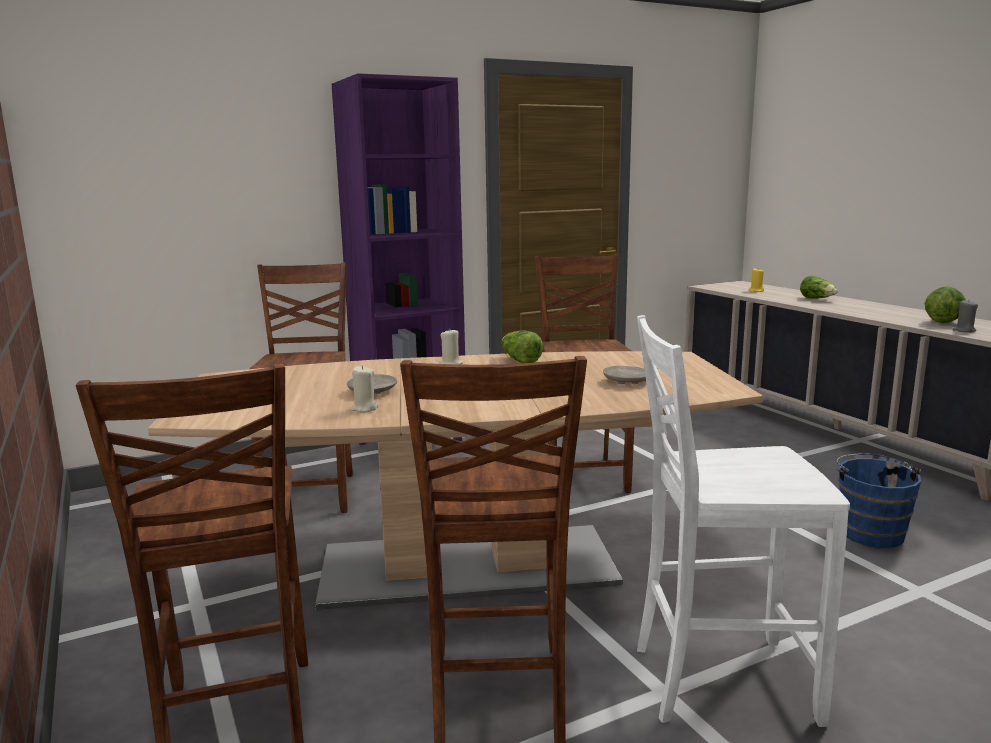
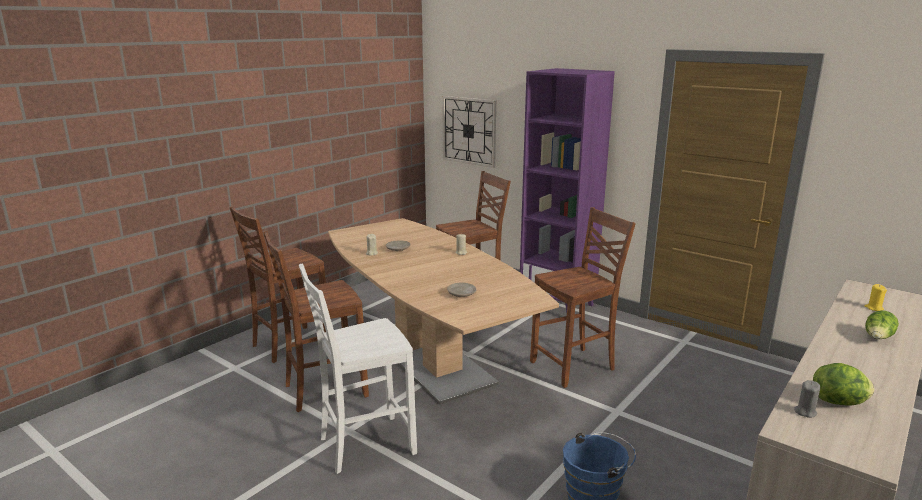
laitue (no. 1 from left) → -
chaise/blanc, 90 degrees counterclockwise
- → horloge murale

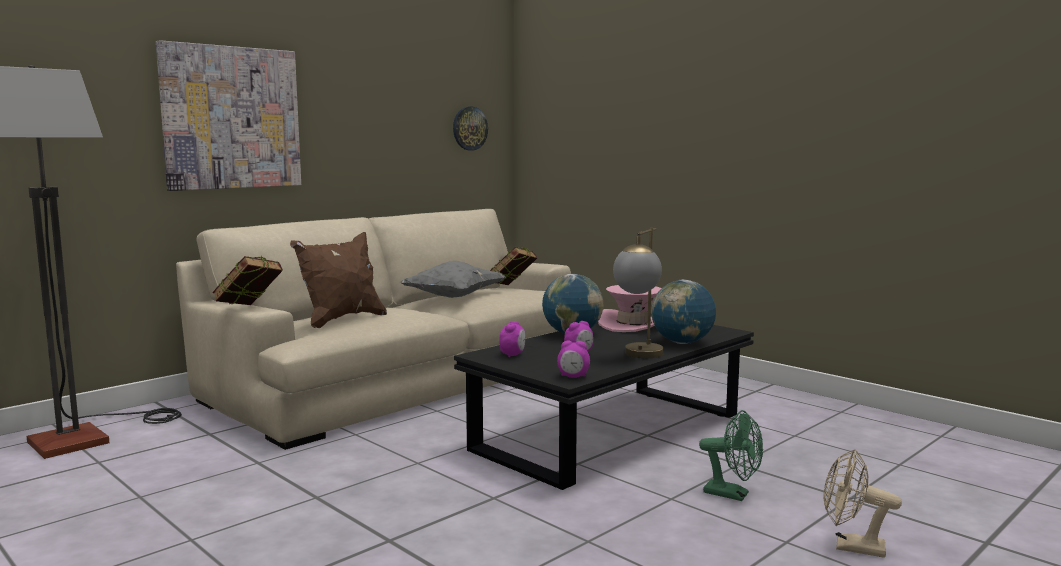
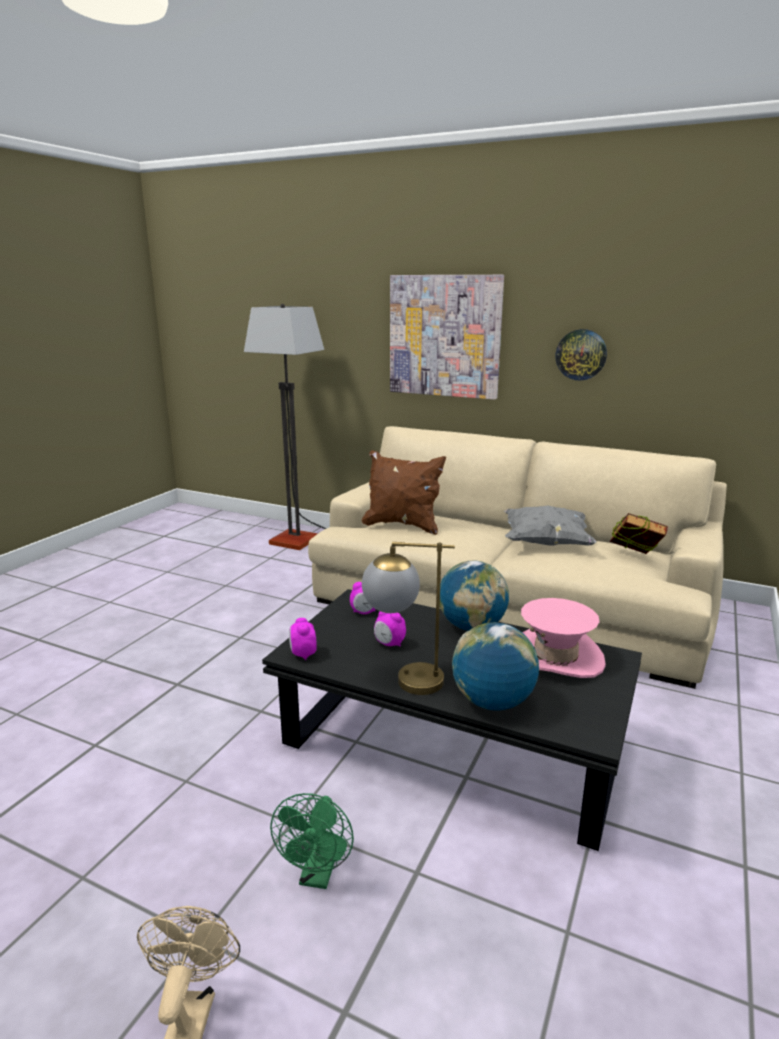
livre (no. 1 from left) → -
horloge murale, relocated

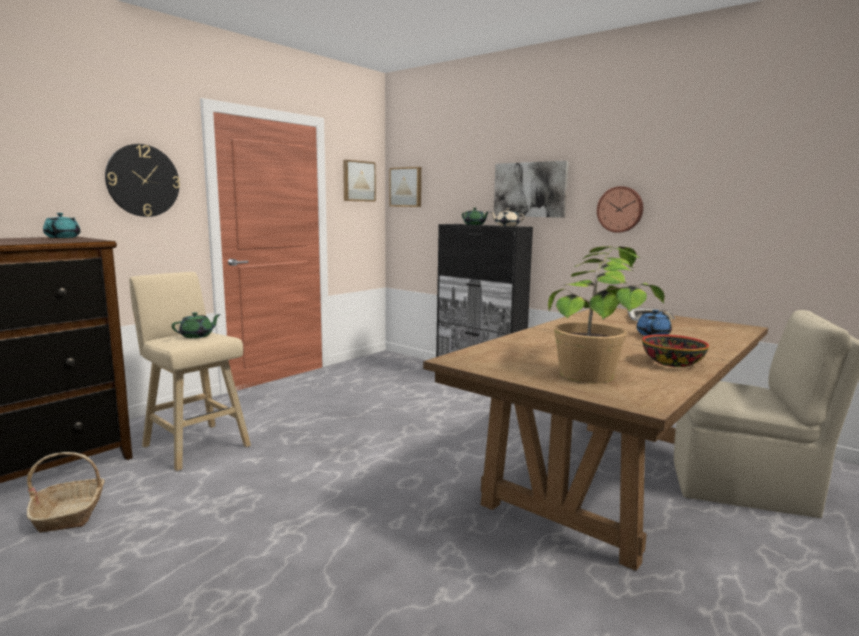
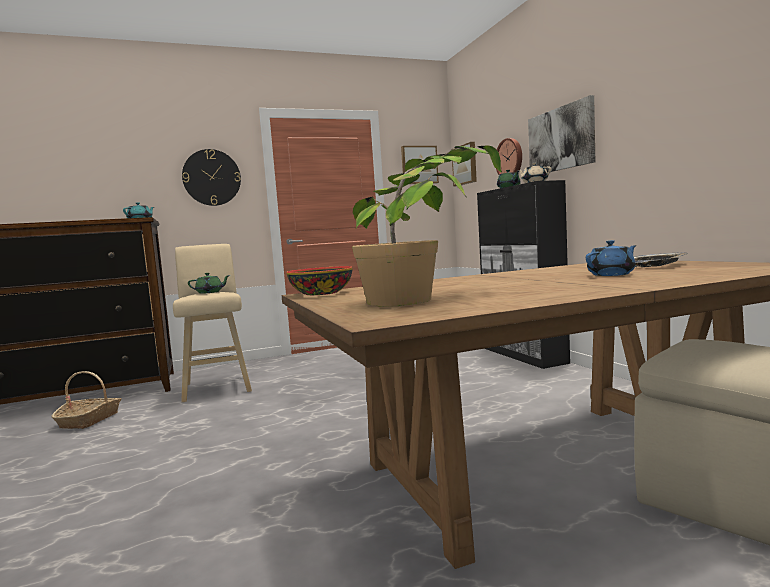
horloge murale (no. 2 from left), relocated
bol, relocated

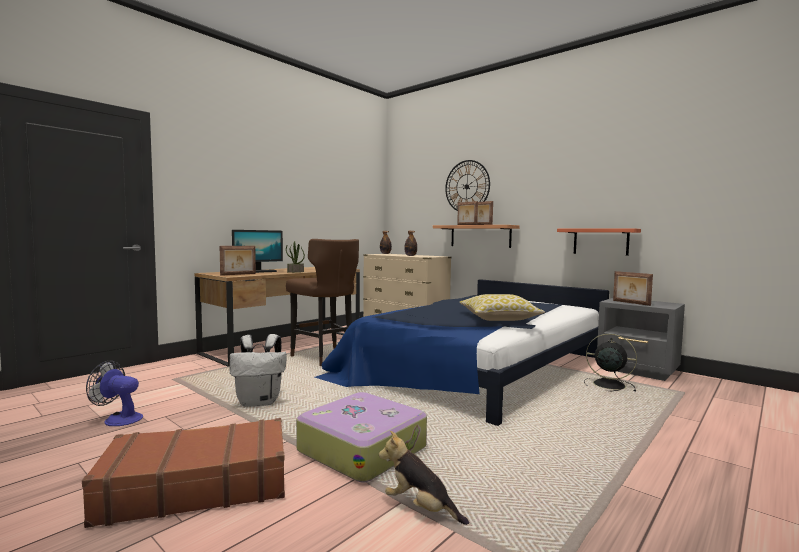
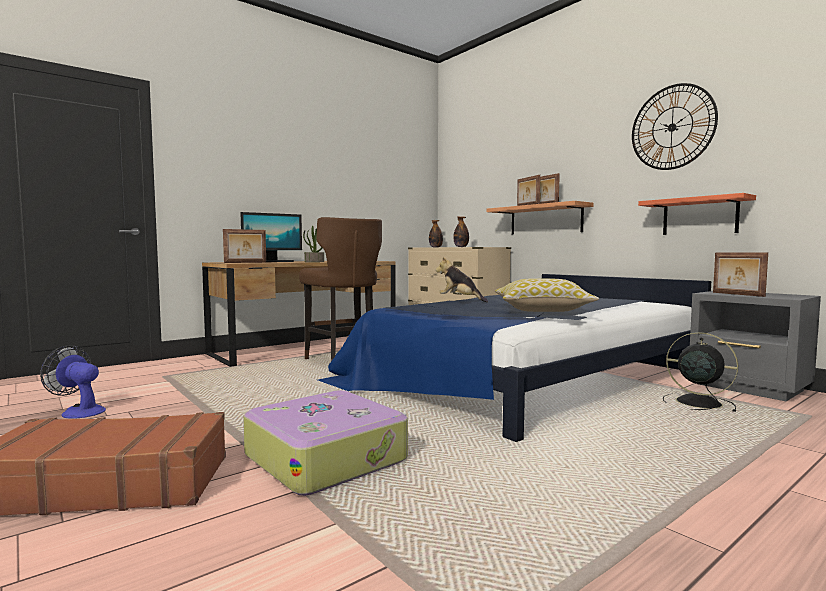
sac à dos/blanc → -
peluche, relocated
horloge murale, relocated

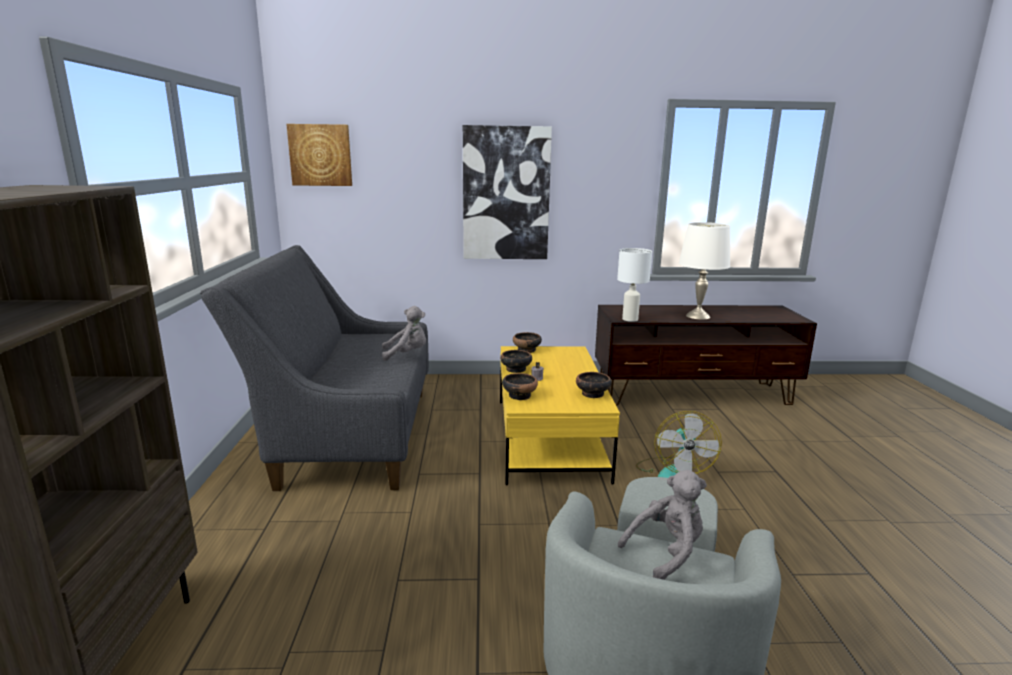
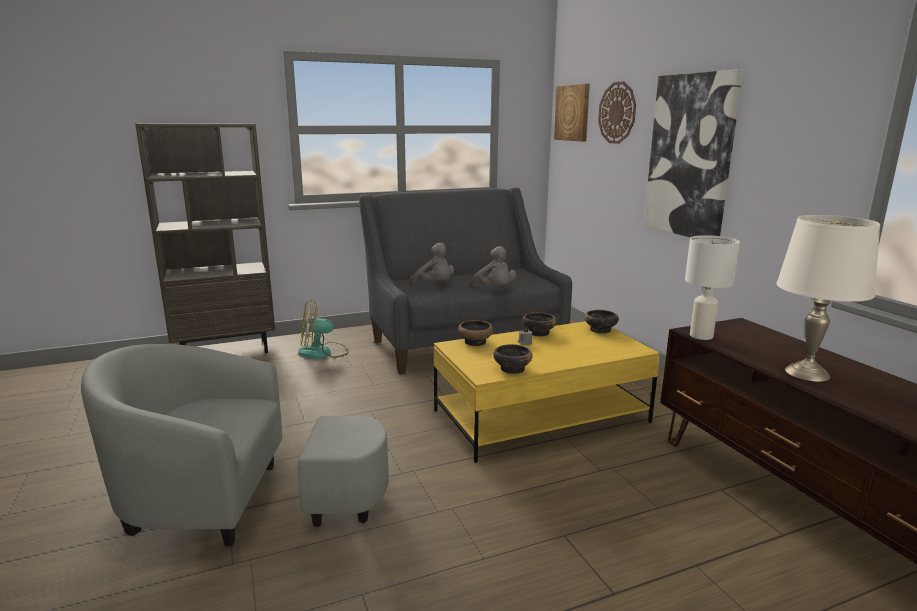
peluche/gris (no. 2 from left in the first image) → peluche/gris (no. 1 from left), relocated
ventilateur, relocated
- → horloge murale

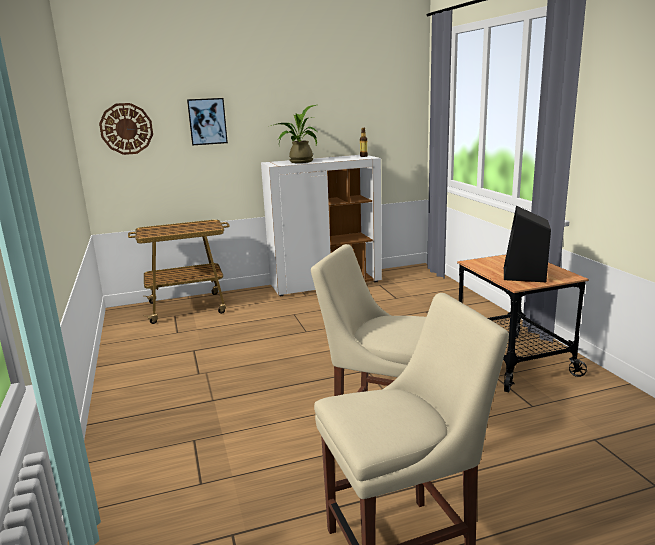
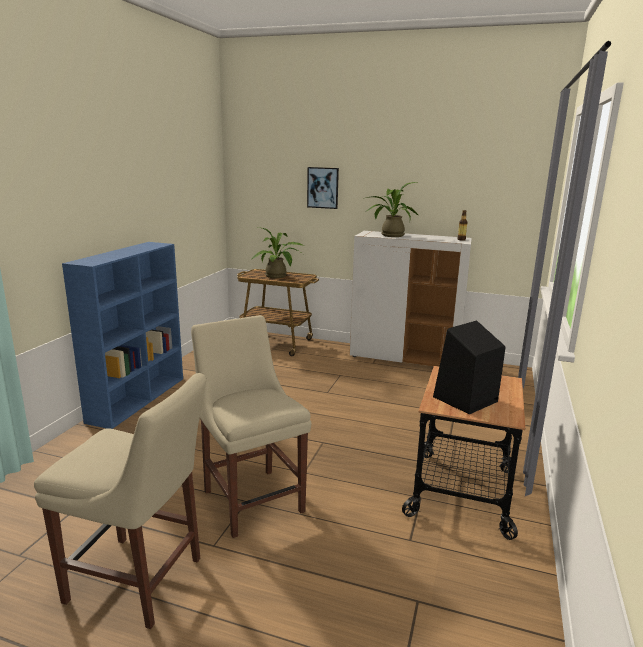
horloge murale → -
- → bibliothèque/bleu
- → plante en pot (no. 1 from left)

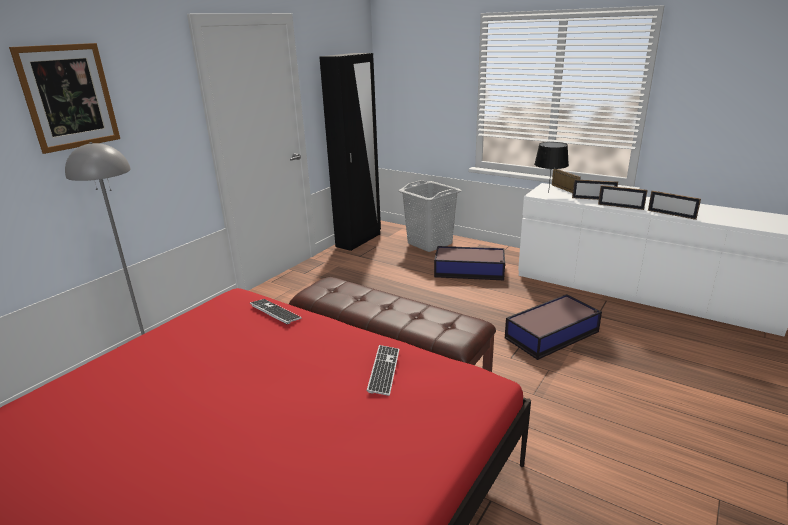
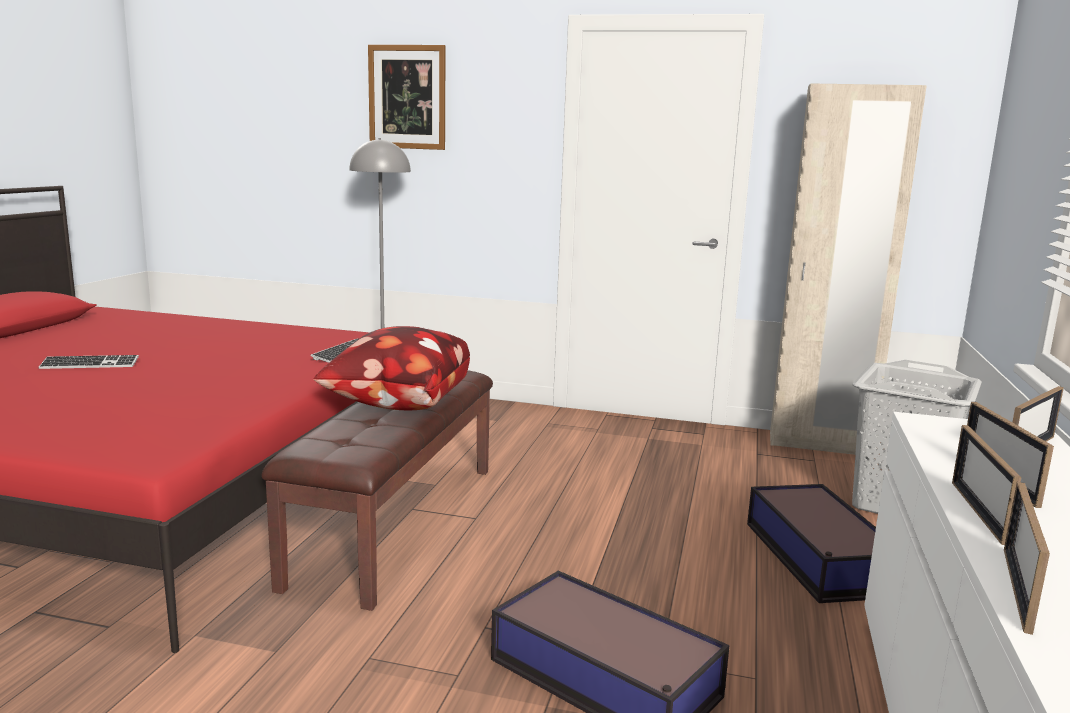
armoire/noir → armoire/beige
clavier (no. 2 from left in the first image) → clavier (no. 1 from left), relocated
lampe de table/noir → -
- → coussin

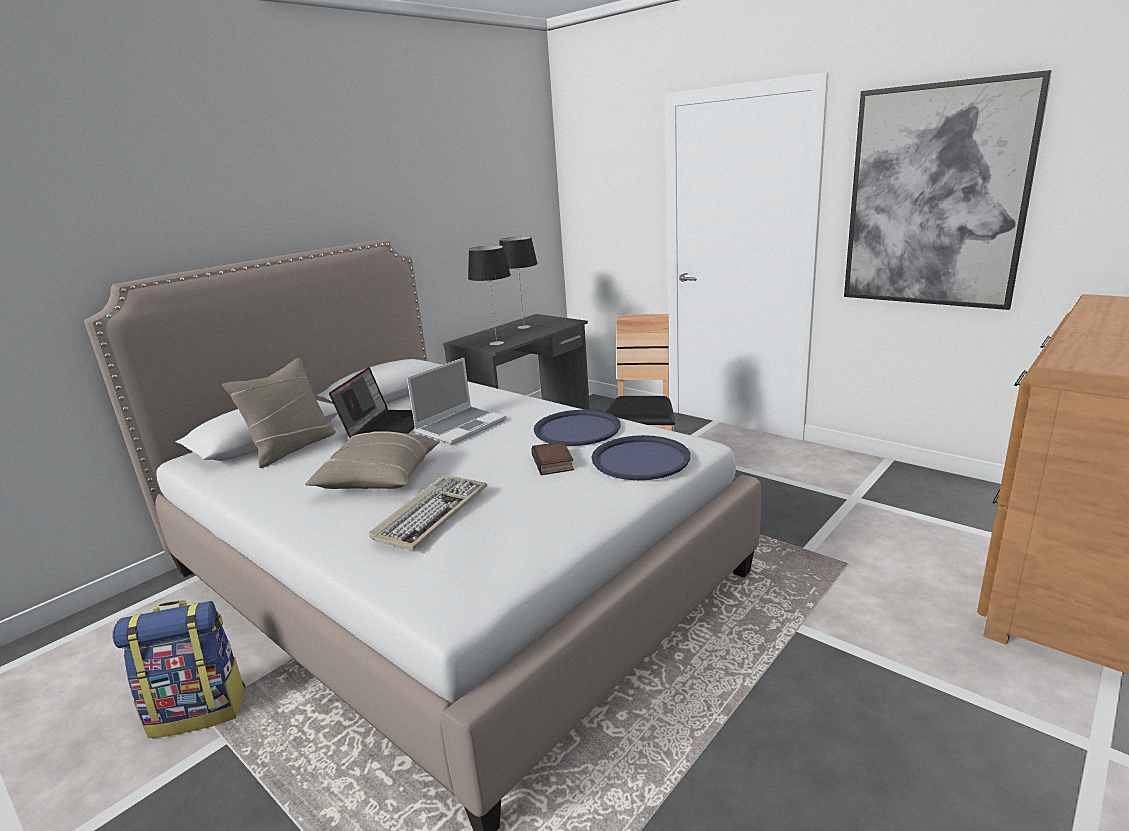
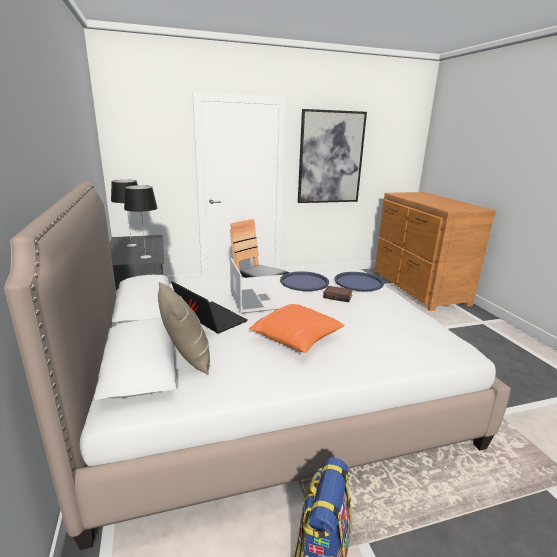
coussin/beige (no. 2 from left) → coussin/orange
clavier → -

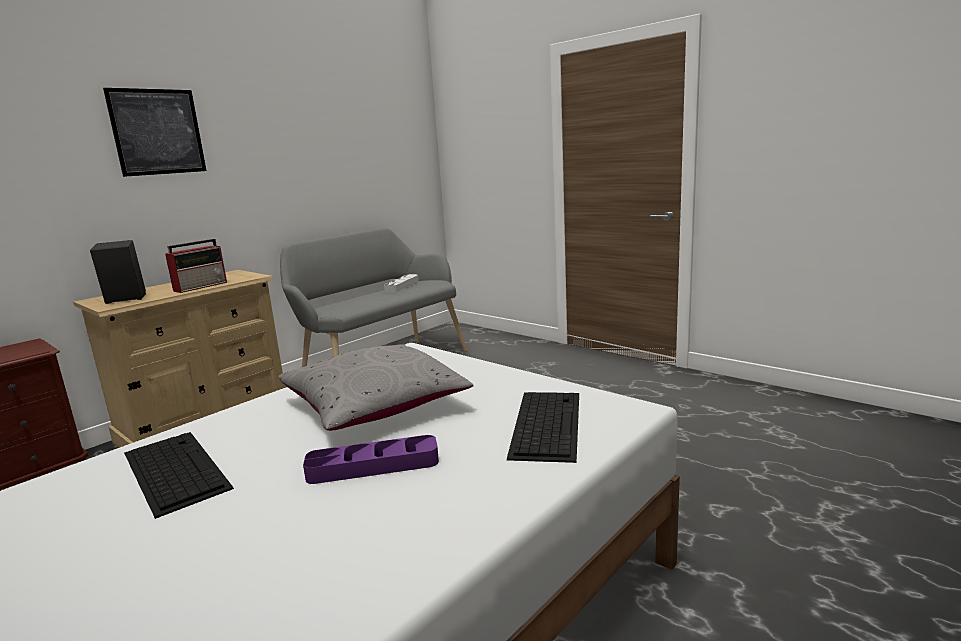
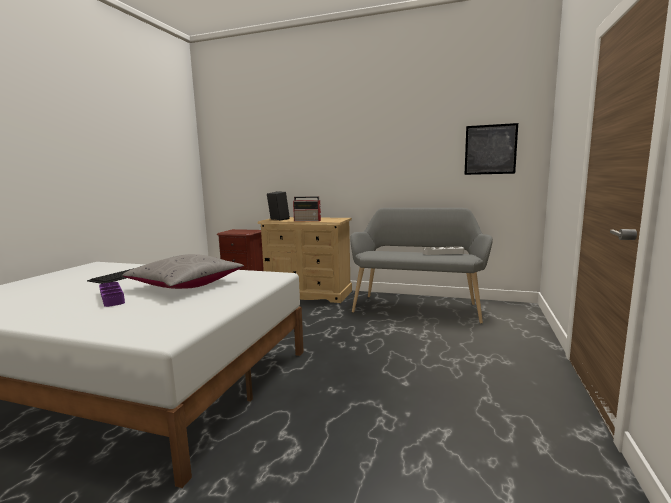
tableau, relocated
clavier (no. 2 from left) → -

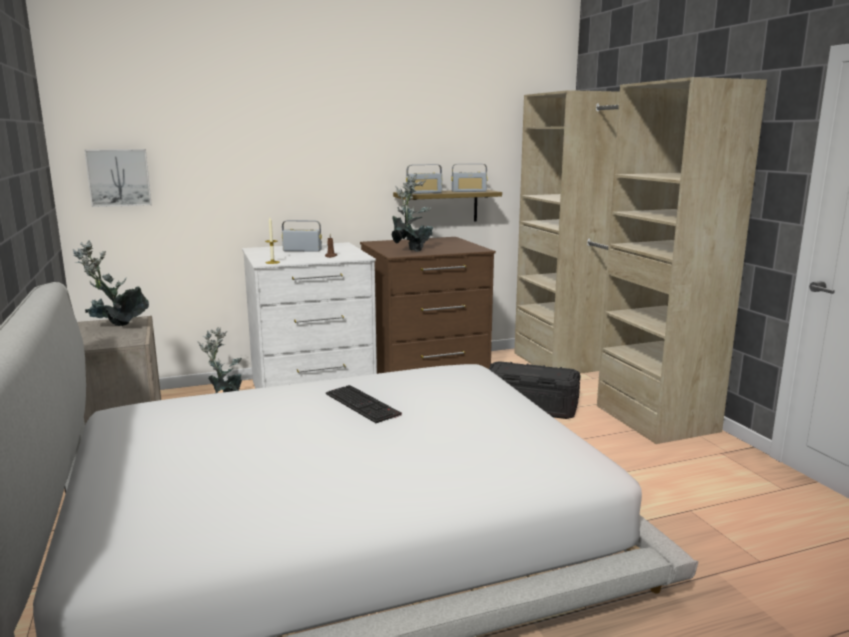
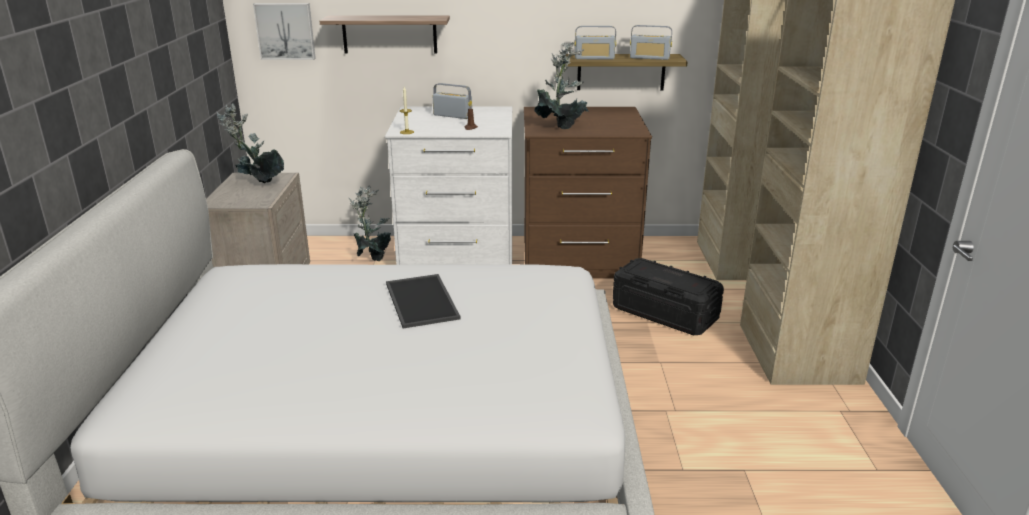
clavier → plateau
- → étagère (no. 1 from left)

